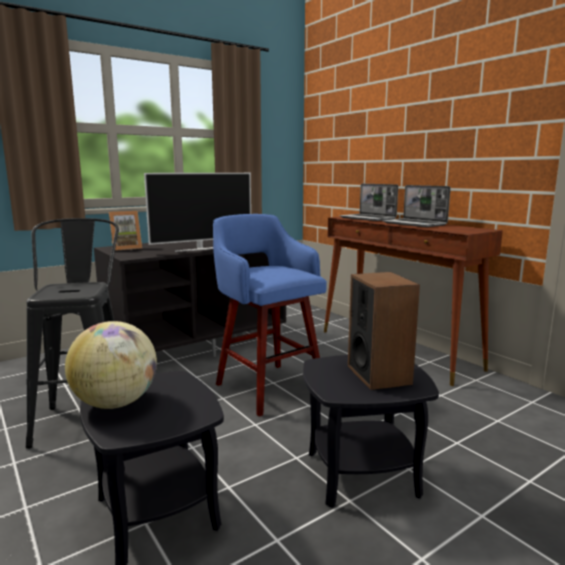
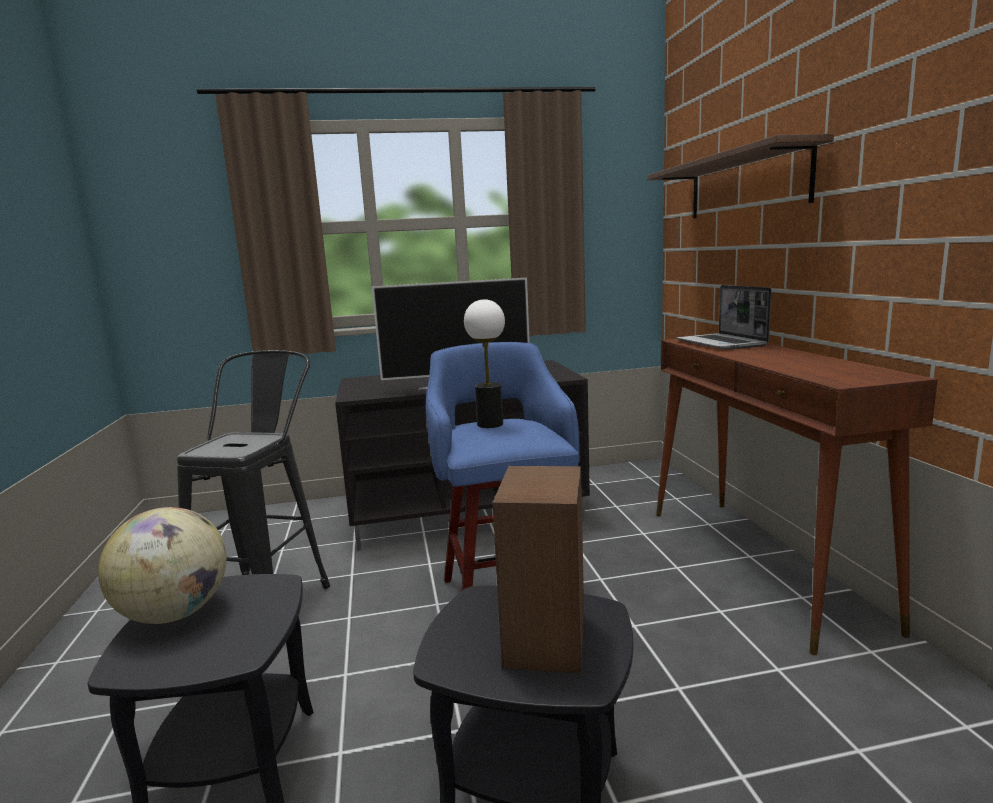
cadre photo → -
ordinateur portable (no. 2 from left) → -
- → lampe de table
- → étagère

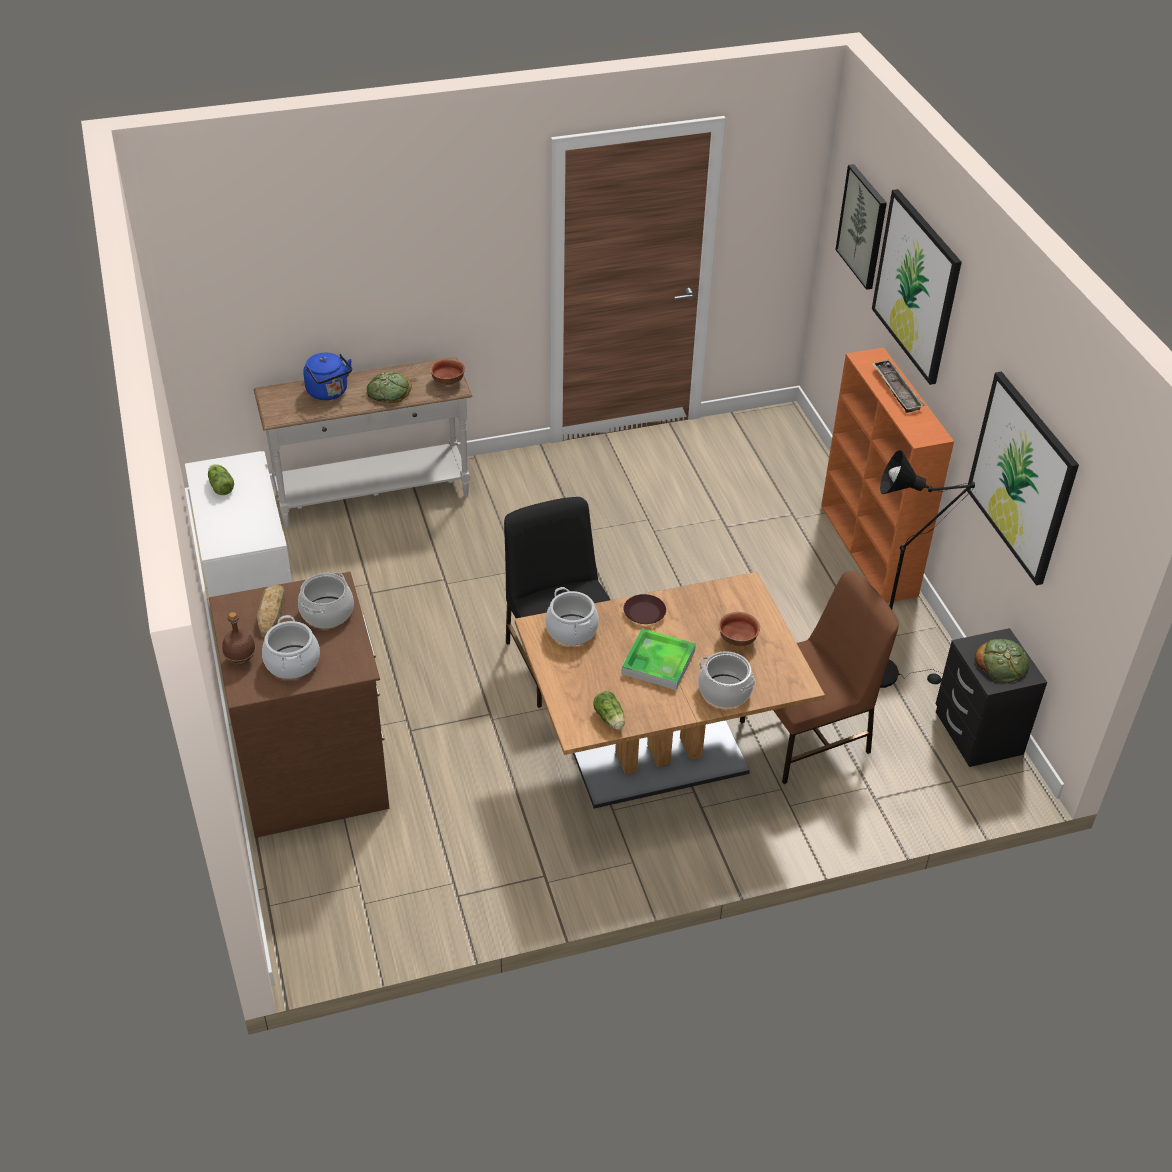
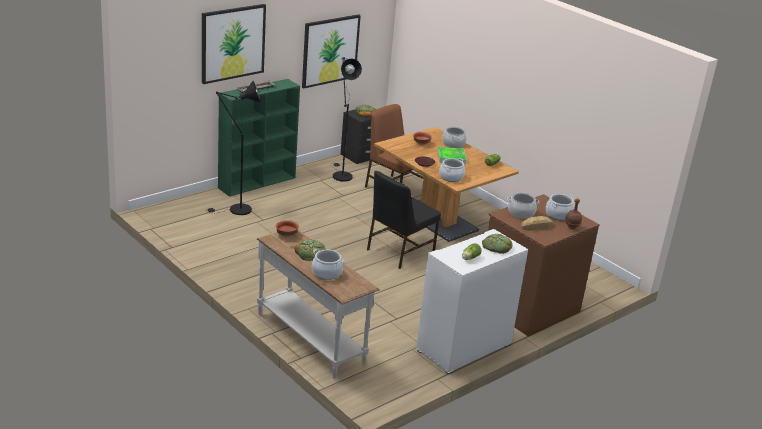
bouilloire/bleu → marmite (no. 1 from left)
bibliothèque/orange → bibliothèque/vert
tableau (no. 1 from left) → -
- → lampadaire/noir (no. 1 from left)
- → pain (no. 3 from left)

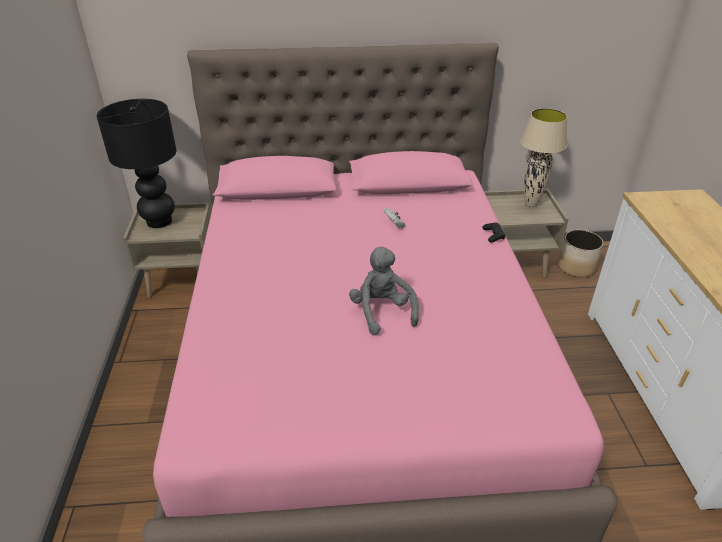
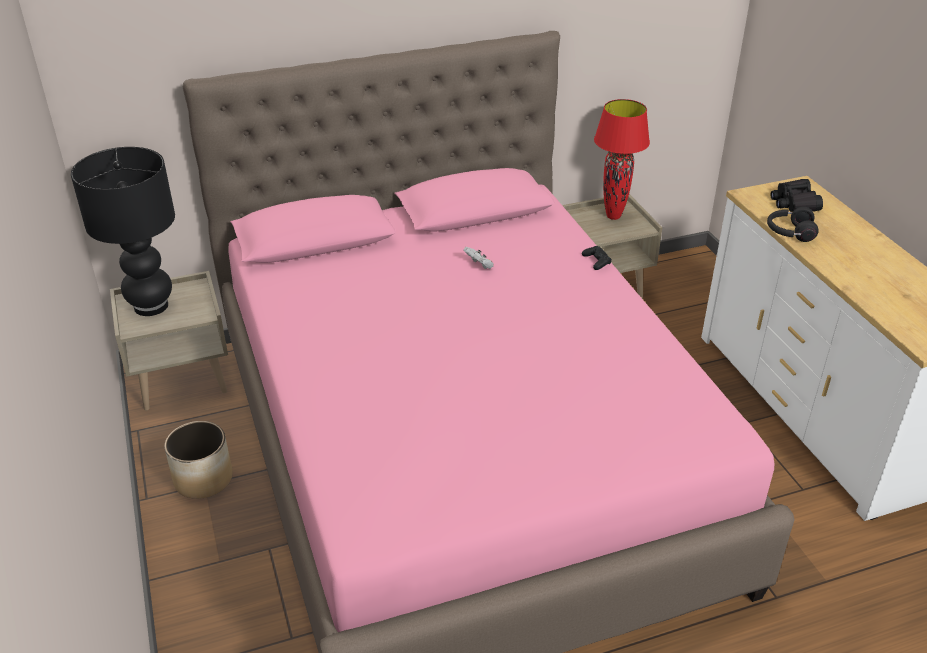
peluche/gris → -
lampe de table/beige → lampe de table/rouge
cache-pot, relocated
- → casque audio/noir
- → jumelles/noir

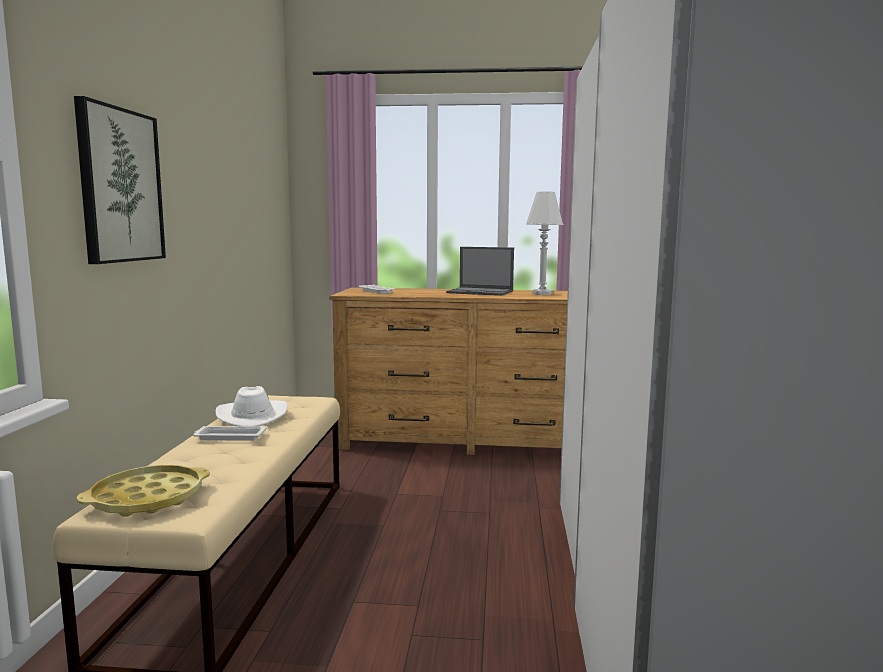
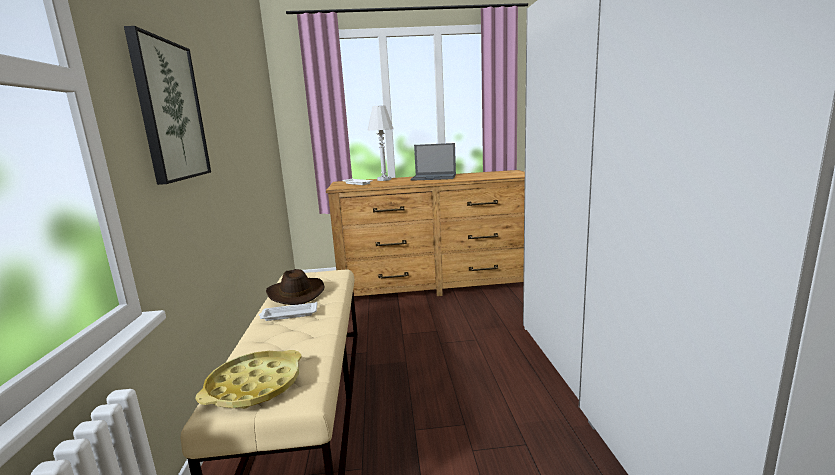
chapeau/blanc → chapeau/marron
lampe de table/blanc, relocated

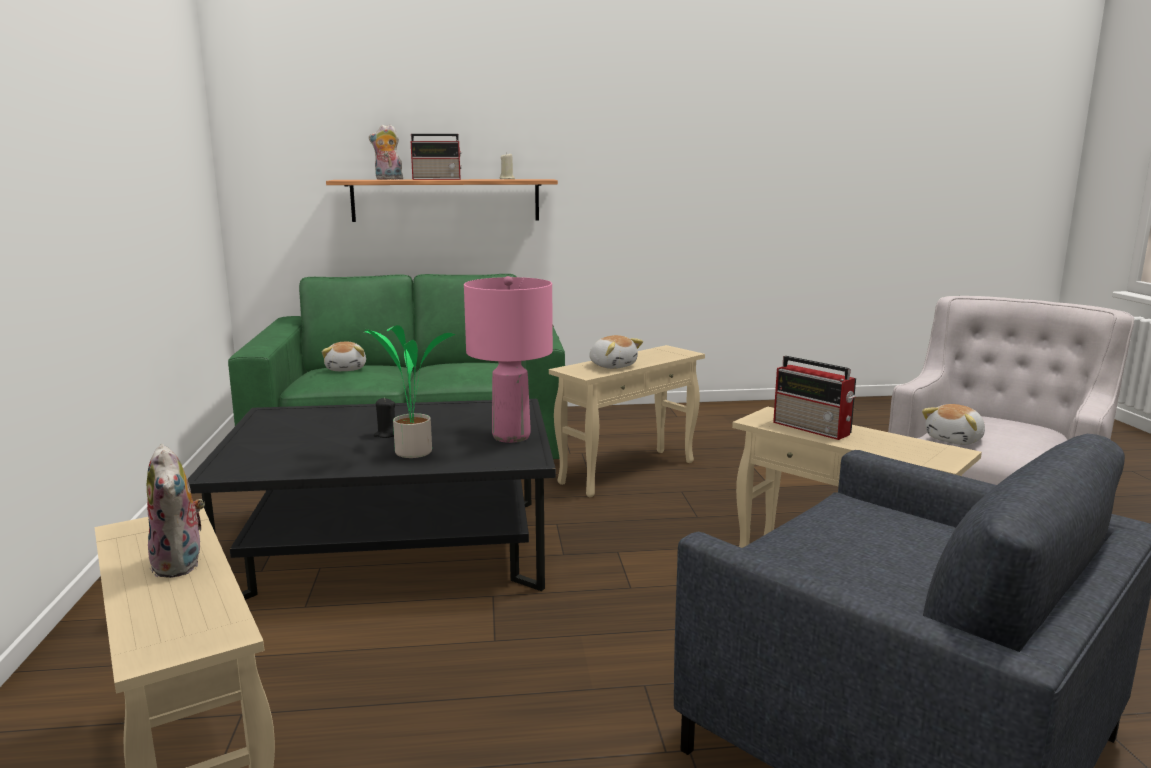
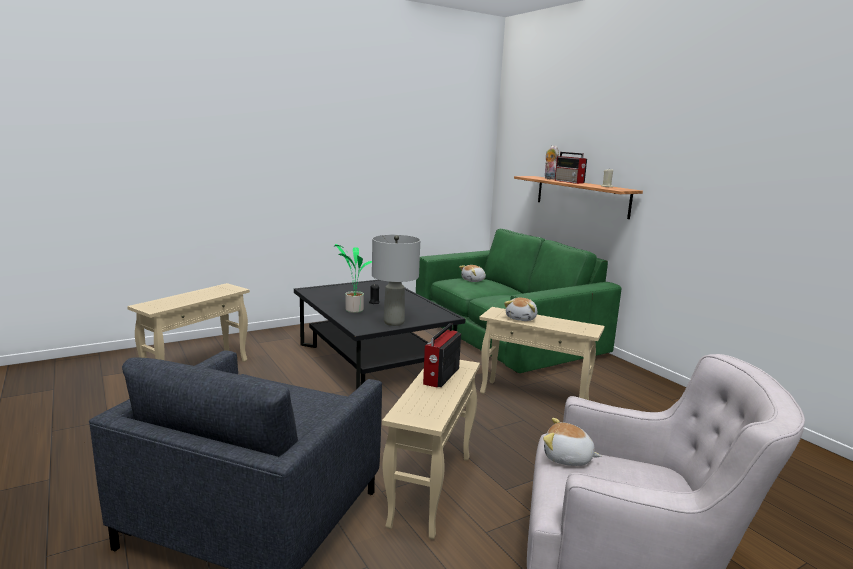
peluche (no. 1 from left) → -
lampe de table/rose → lampe de table/gris

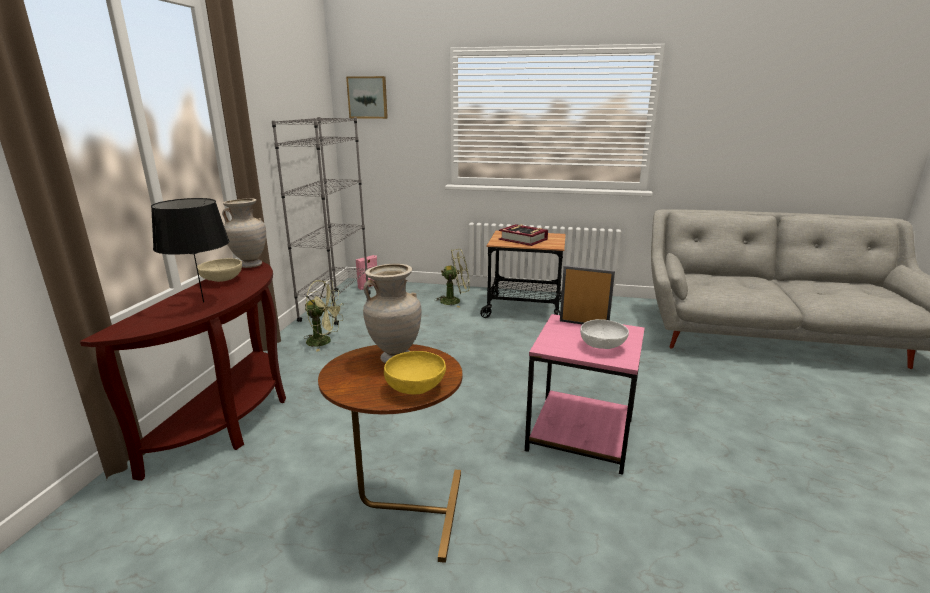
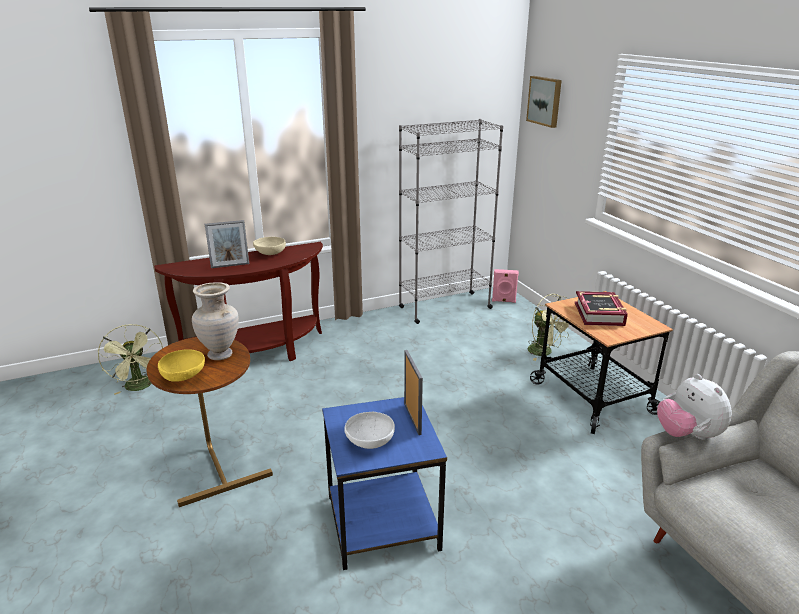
lampe de table/noir → cadre photo (no. 1 from left)
vase/beige (no. 1 from left) → -
ventilateur/vert (no. 1 from left), relocated
table d'appoint/rose → table d'appoint/bleu
- → peluche

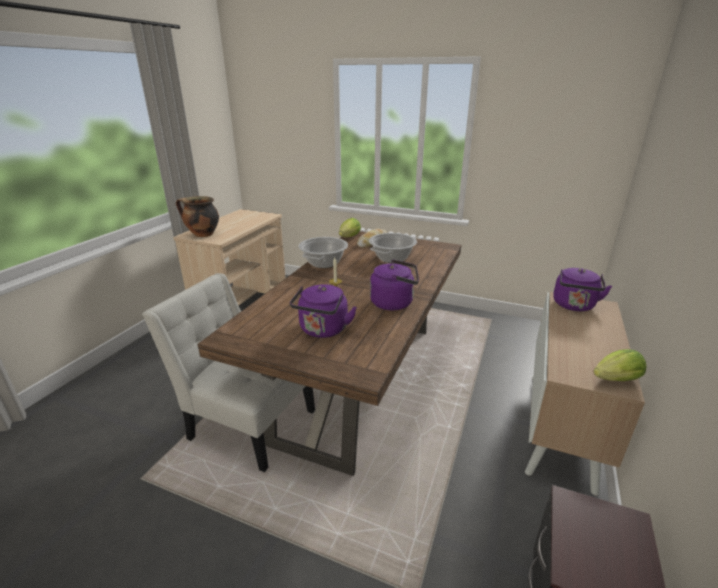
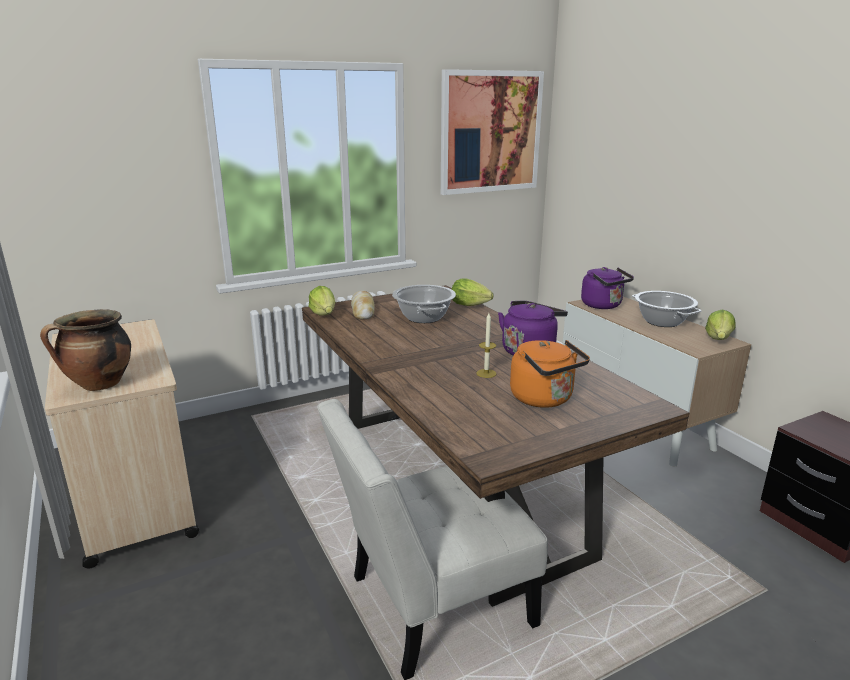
bouilloire/violet (no. 1 from left) → bouilloire/orange
marmite (no. 2 from left in the first image) → marmite (no. 3 from left), relocated
- → tableau
- → laitue (no. 2 from left)

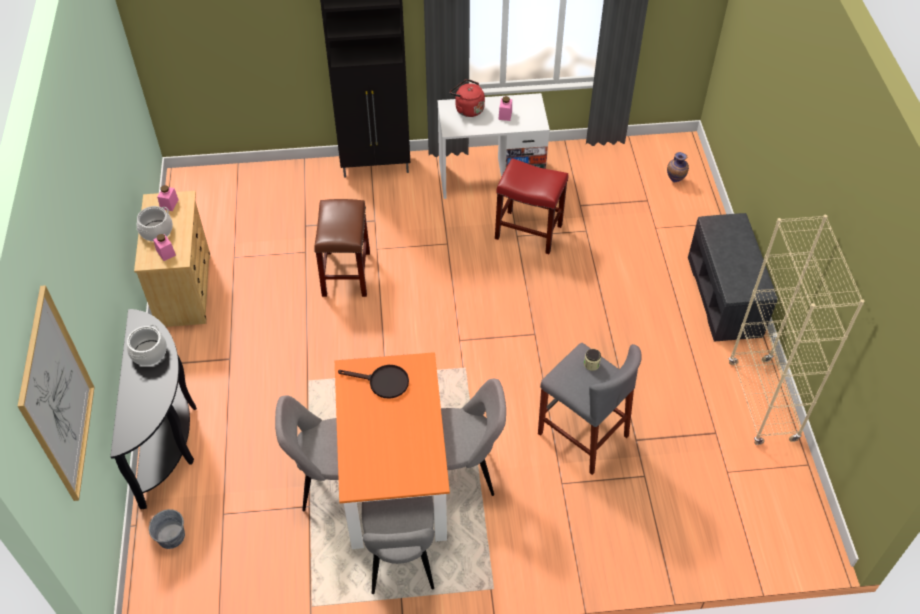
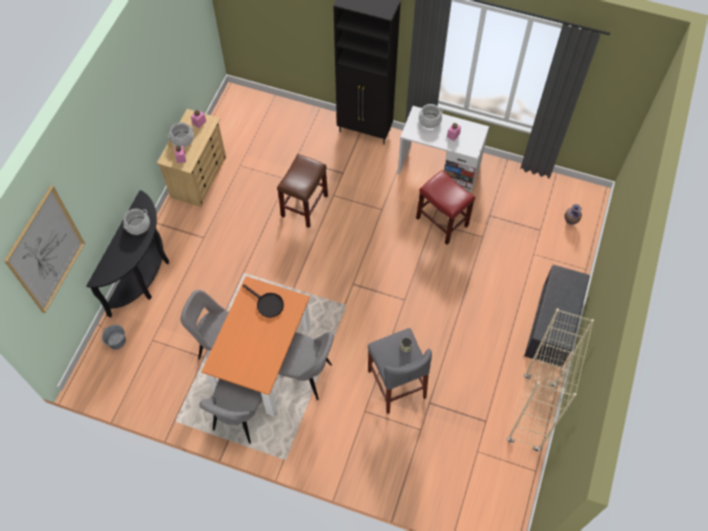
bouilloire/rouge → marmite (no. 3 from left)

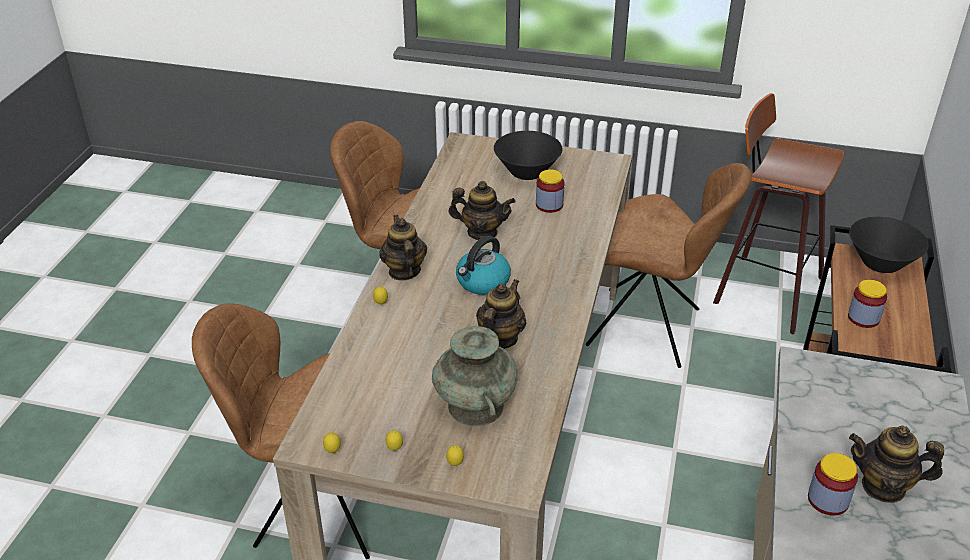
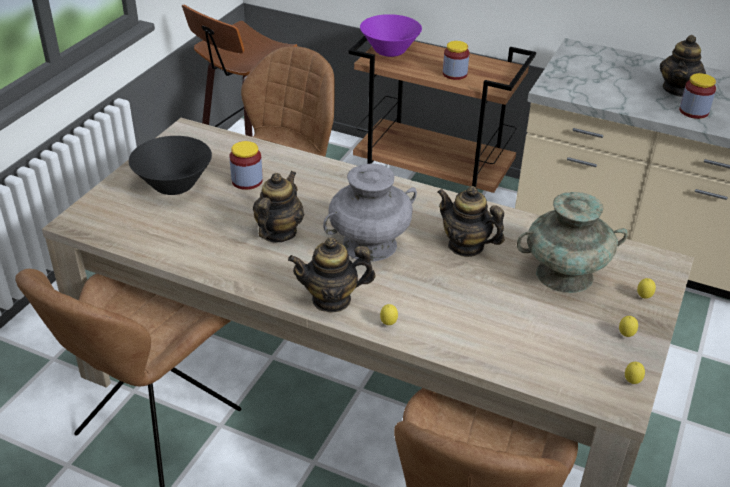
bouilloire → vase/gris
bol/noir (no. 2 from left) → bol/violet

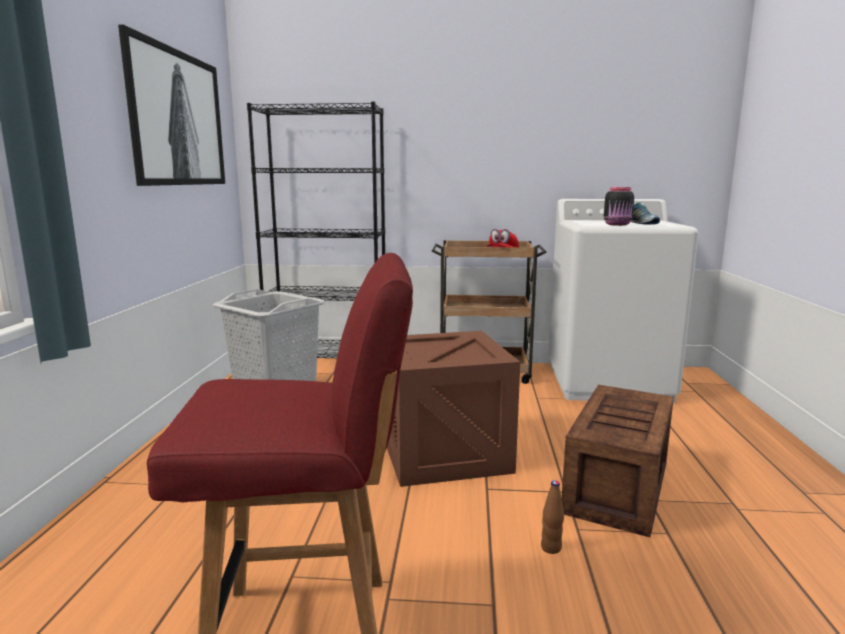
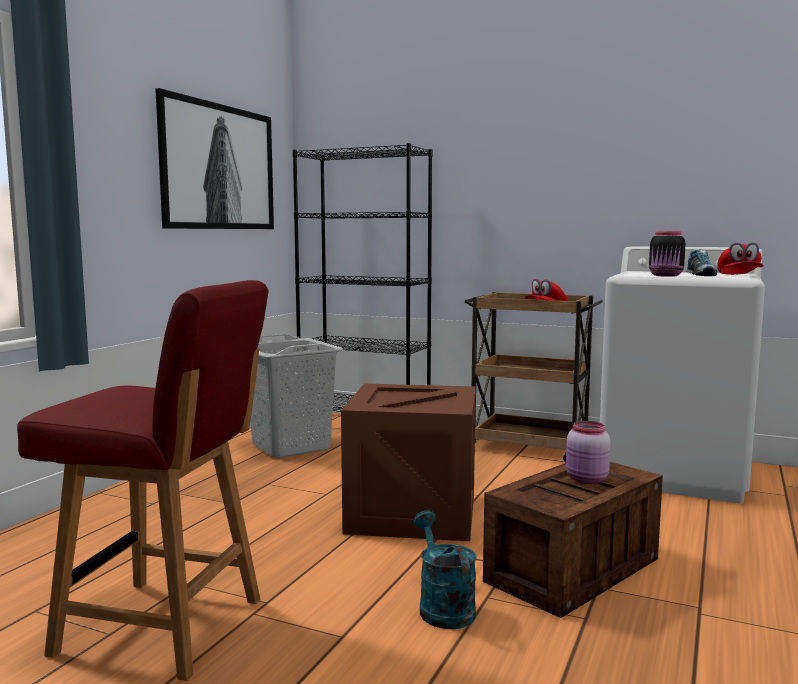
bouteille/marron → arrosoir/turquoise
- → bocal/rose
- → casquette/rouge (no. 2 from left)

